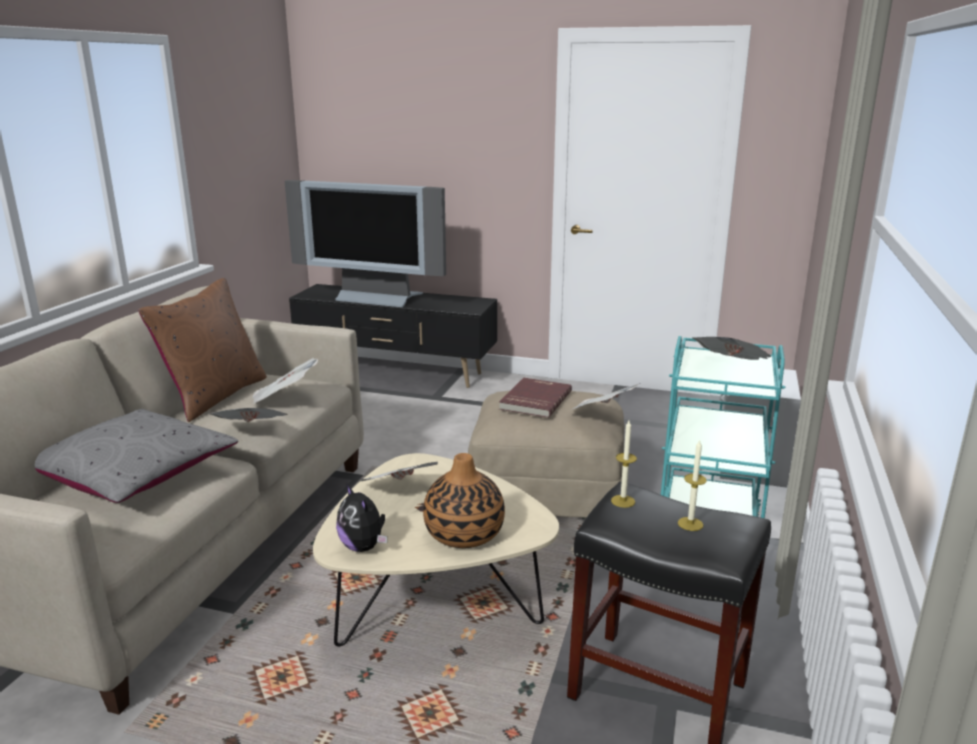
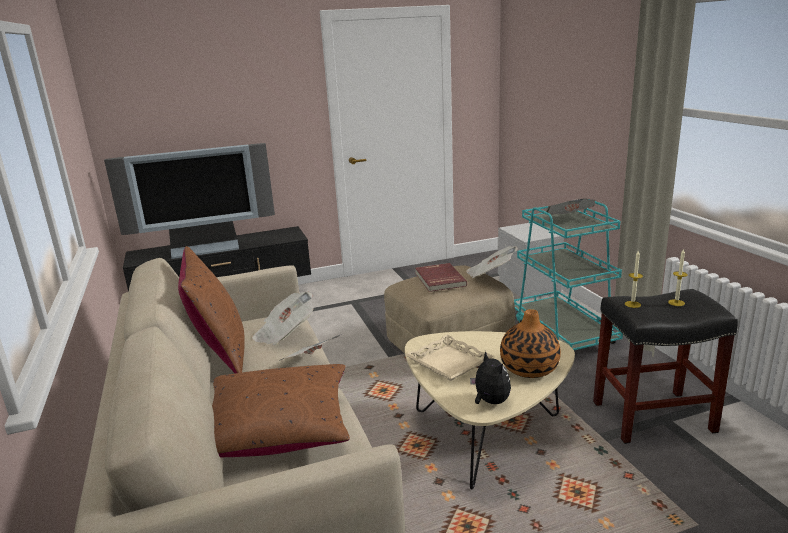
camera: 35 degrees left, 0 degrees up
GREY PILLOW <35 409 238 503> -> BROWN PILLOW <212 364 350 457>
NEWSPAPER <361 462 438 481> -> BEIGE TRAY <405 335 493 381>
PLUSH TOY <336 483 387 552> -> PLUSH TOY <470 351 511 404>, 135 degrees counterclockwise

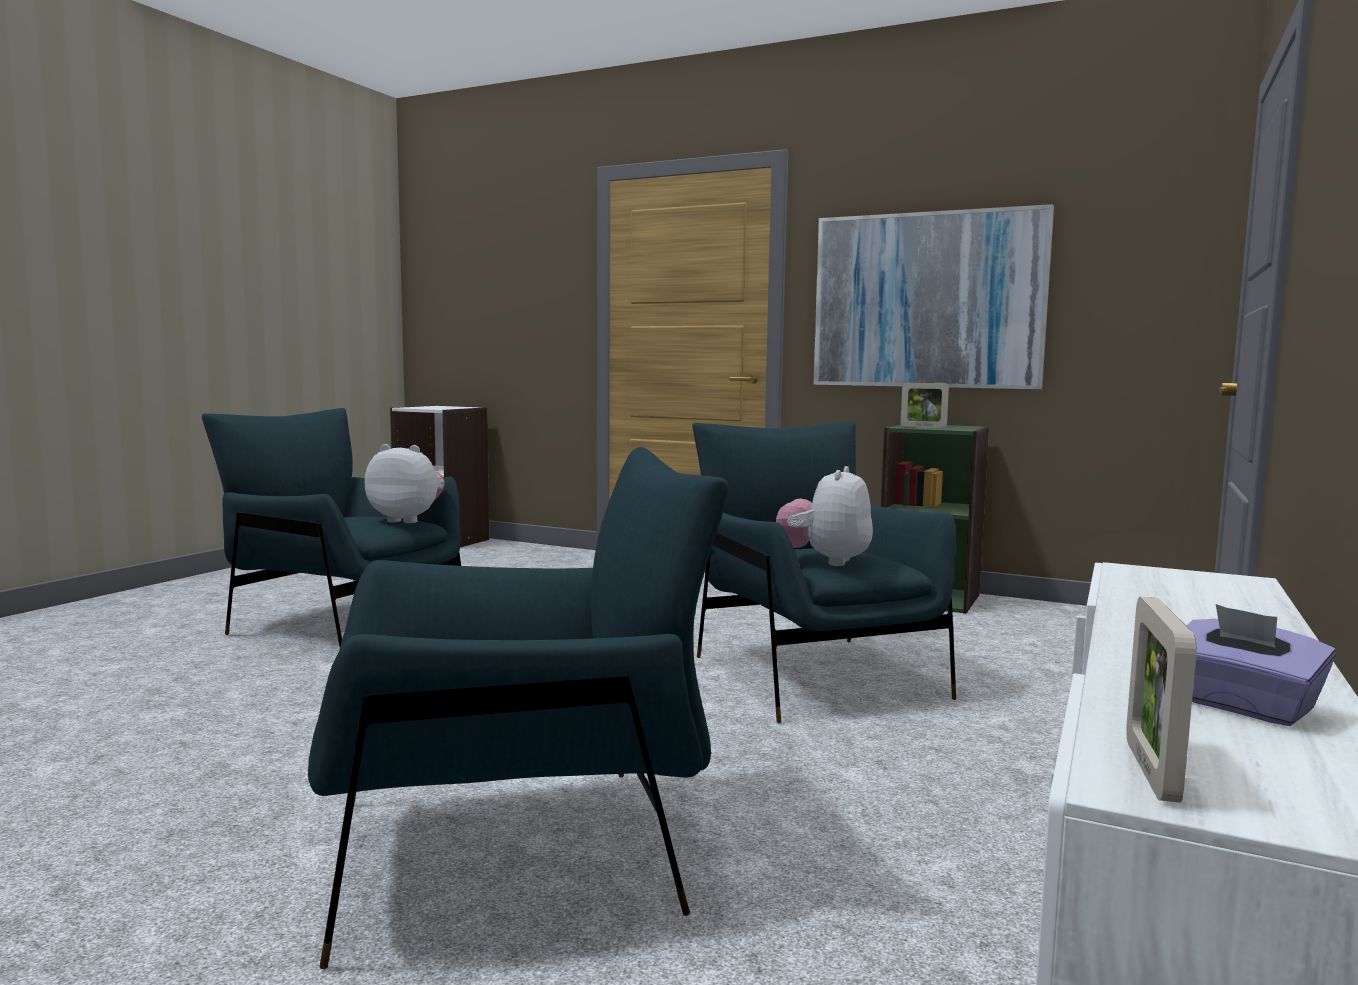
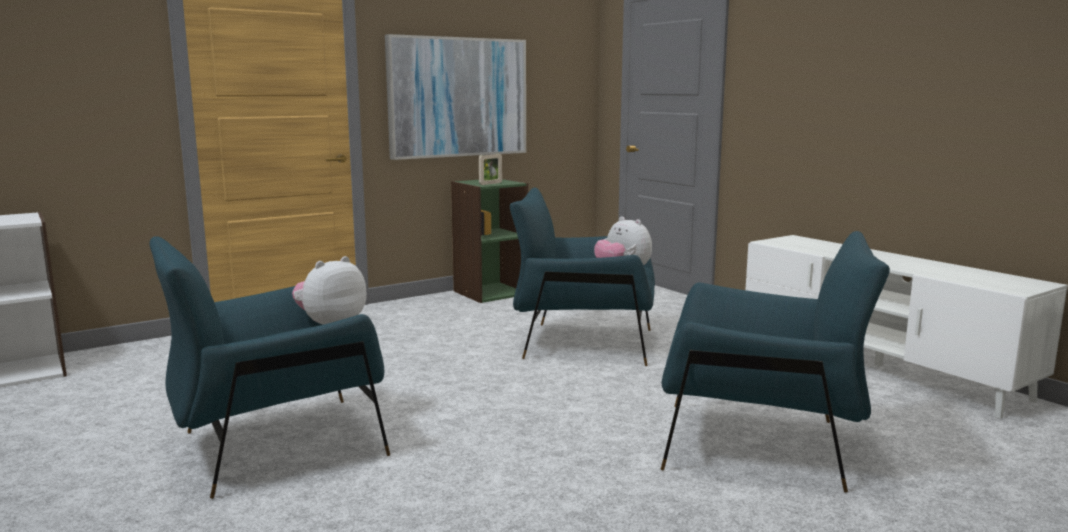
camera: 60 degrees left, 5 degrees up
BLUE ARMCHAIR <308 447 729 969> -> BLUE ARMCHAIR <661 231 890 493>, 90 degrees clockwise
PICTURE FRAME <1126 597 1197 803> -> none
PURPLE TISSUE BOX <1187 604 1336 726> -> none

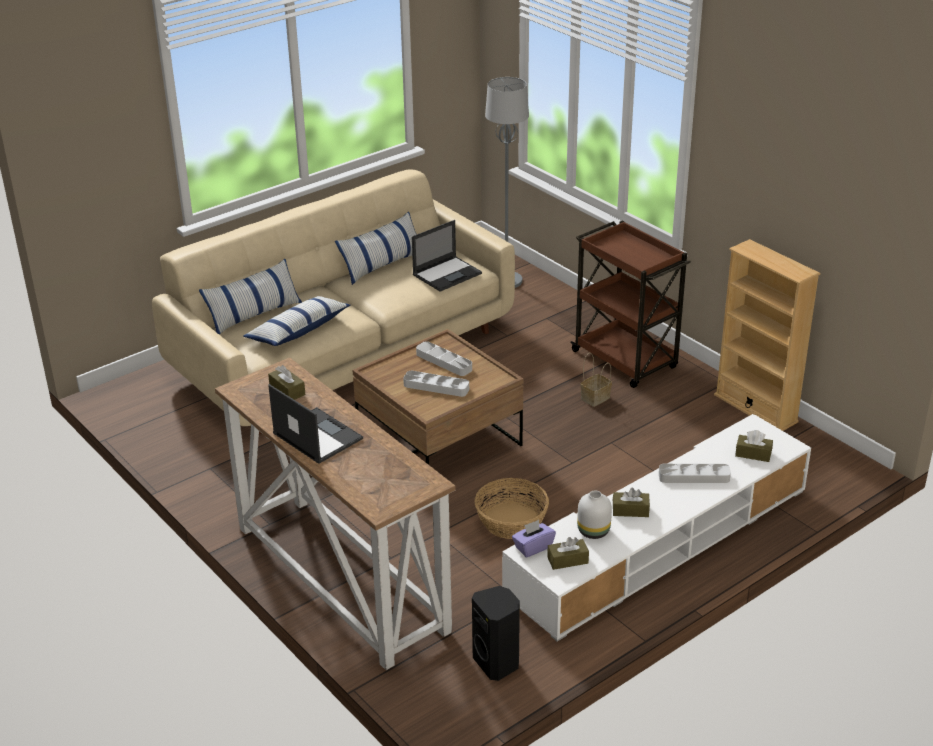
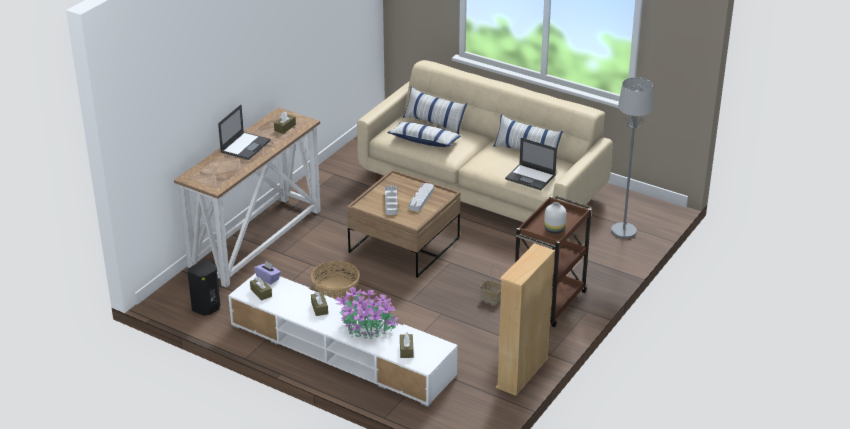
camera: 70 degrees right, 0 degrees up
GREY TRAY <659 464 731 483> -> POTTED PLANT <336 286 398 339>
WHITE VASE <577 490 612 539> -> WHITE VASE <544 202 567 234>, move

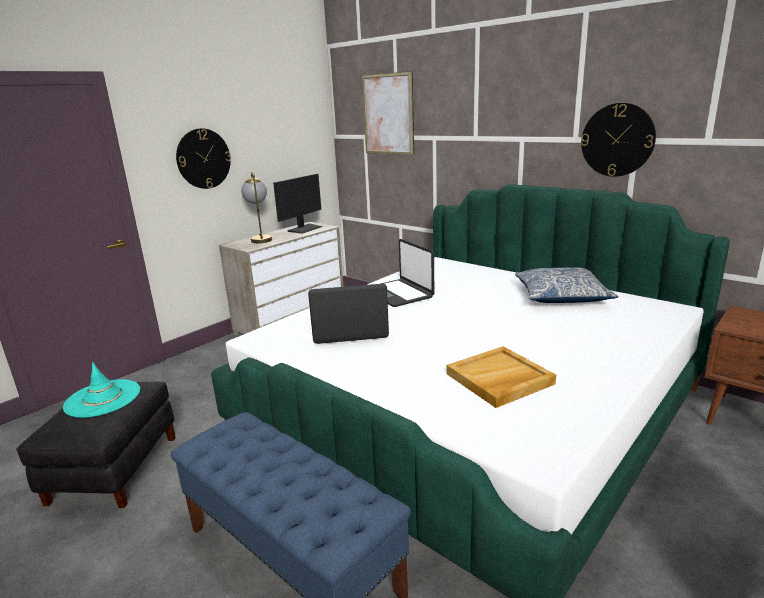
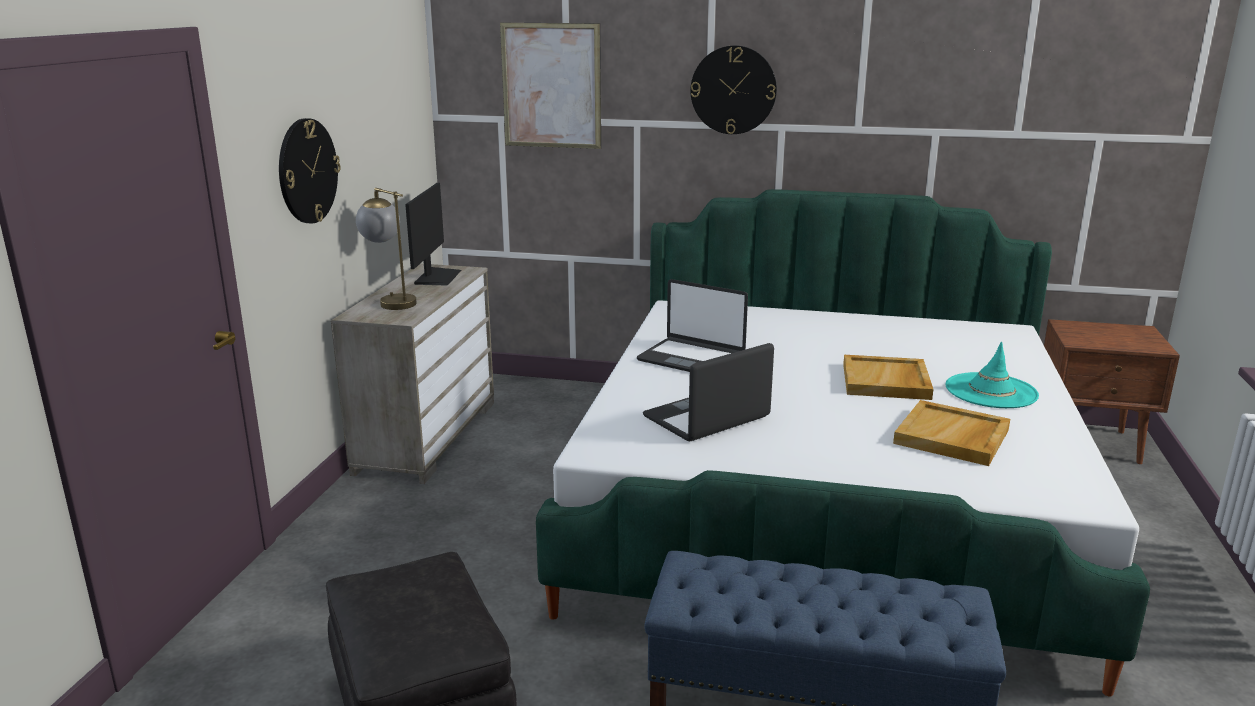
camera: 30 degrees left, 0 degrees up
WALL CLOCK <581 103 656 177> -> WALL CLOCK <691 45 777 134>, move
none -> BEIGE TRAY <843 355 933 400>
TURQUOISE HAT <63 362 140 418> -> TURQUOISE HAT <945 341 1039 408>, move
PILLOW <515 267 618 303> -> none

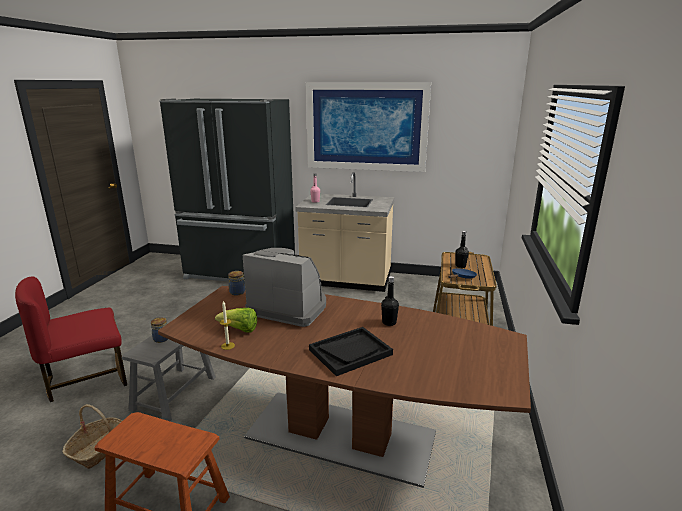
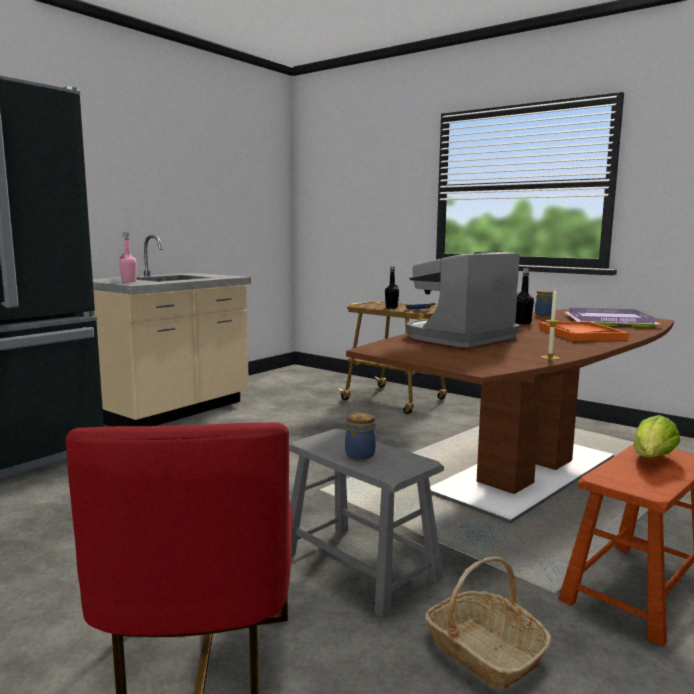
camera: 65 degrees left, 10 degrees down
JAR <228 271 245 295> -> JAR <535 290 553 316>, move
BLACK TRAY <309 327 393 376> -> ORANGE TRAY <539 321 629 341>
none -> PURPLE TRAY <565 308 660 327>
LETTUCE <215 308 257 333> -> LETTUCE <634 415 680 457>, move
PICTURE <306 82 431 172> -> none

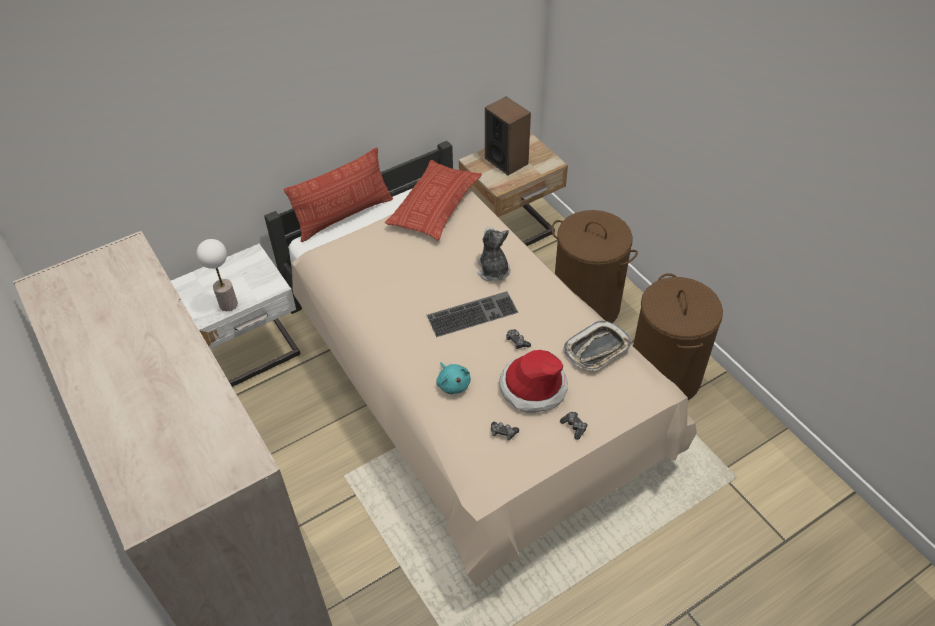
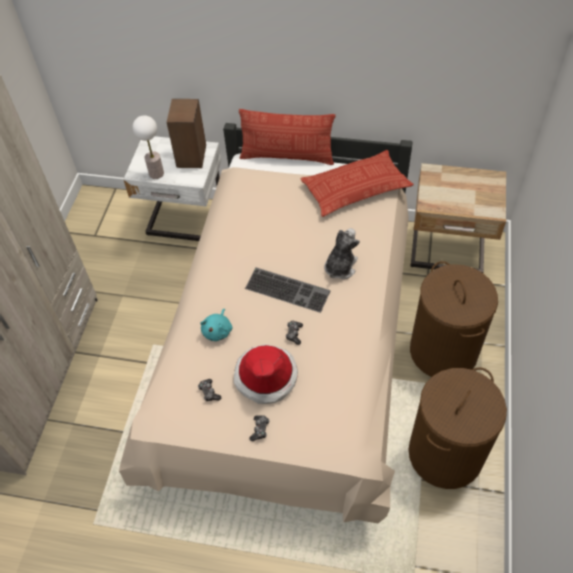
camera: 45 degrees right, 5 degrees up
SPEAKER <485 96 531 175> -> SPEAKER <167 99 206 168>, move
TRAY <563 320 632 371> -> none

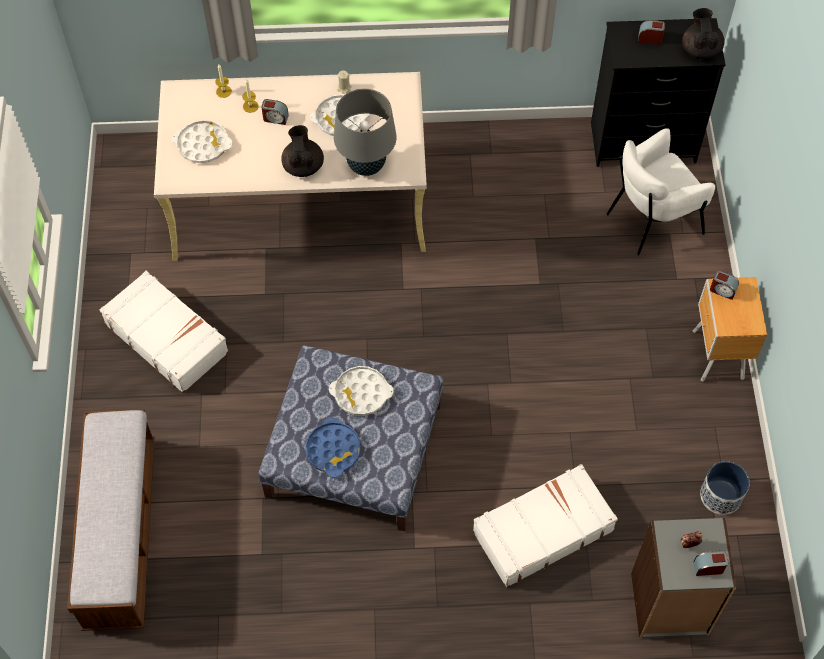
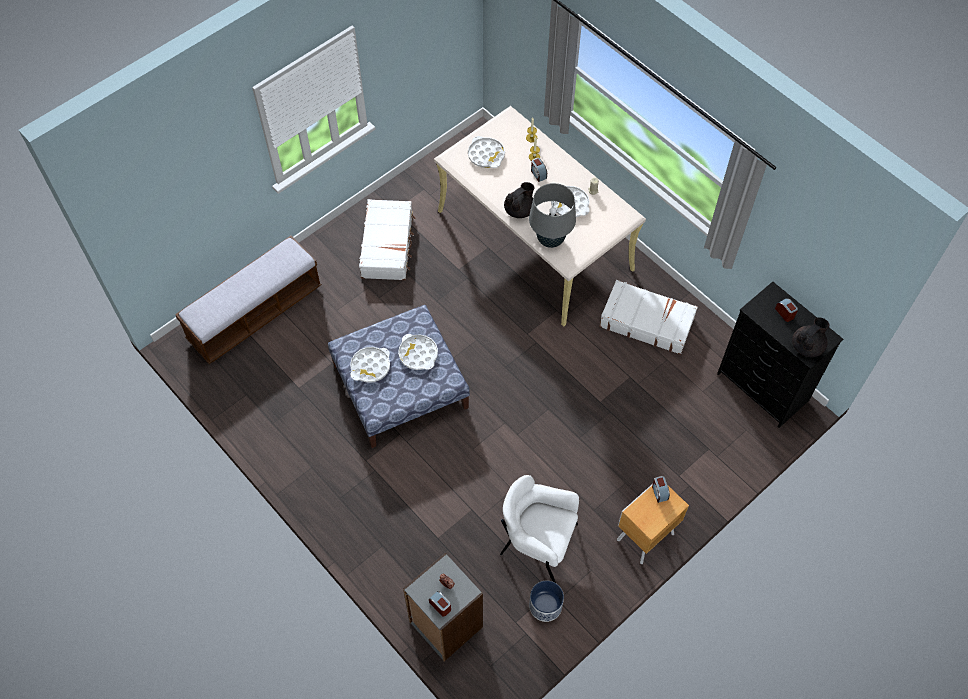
camera: 50 degrees right, 0 degrees up
BLUE TRAY <306 417 361 478> -> WHITE TRAY <350 347 390 383>
WHITE ARMCHAIR <606 128 715 255> -> WHITE ARMCHAIR <500 475 579 583>, move
WHITE SUITCASE <473 464 618 588> -> WHITE SUITCASE <600 280 698 355>, move

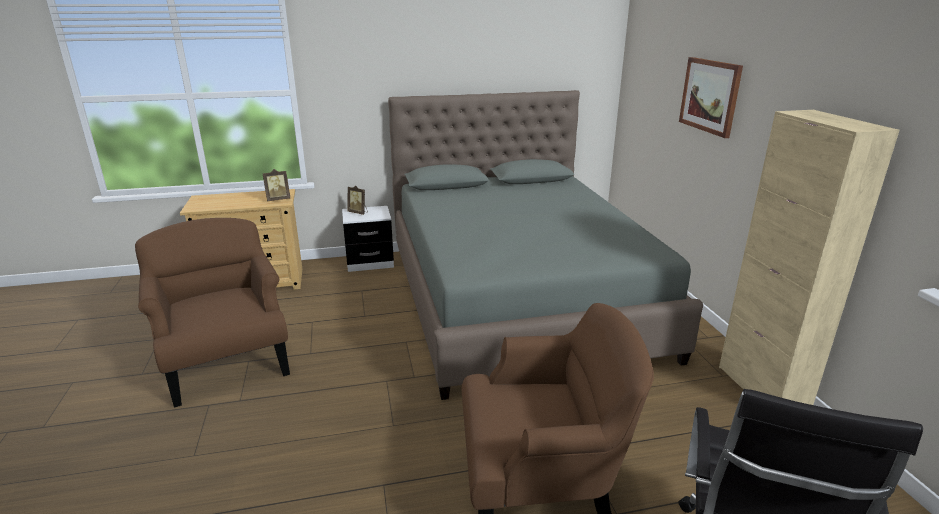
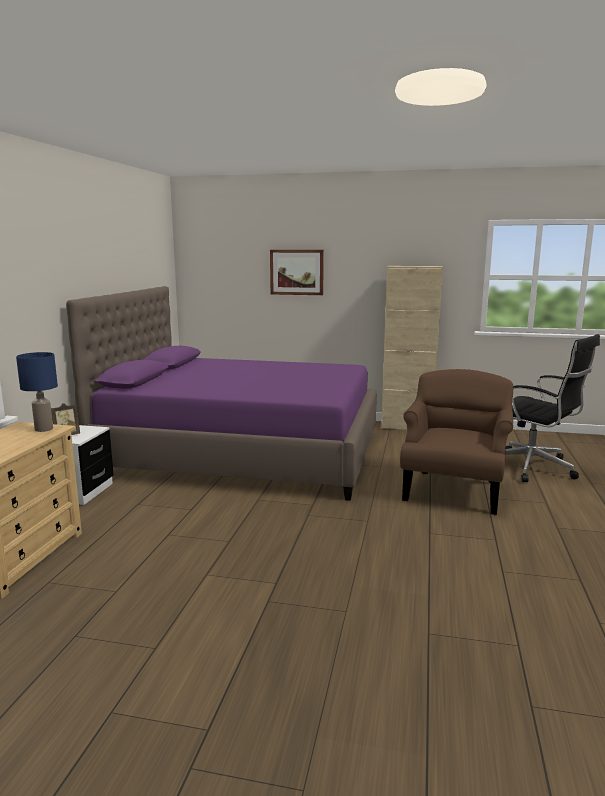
camera: 65 degrees left, 10 degrees down
PICTURE FRAME <263 169 290 201> -> BLUE TABLE LAMP <16 352 58 432>
GREY BED <388 90 703 400> -> PURPLE BED <66 286 377 501>
BROWN ARMCHAIR <135 218 290 408> -> none

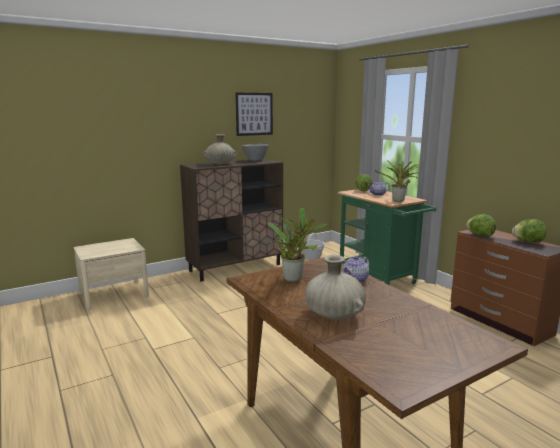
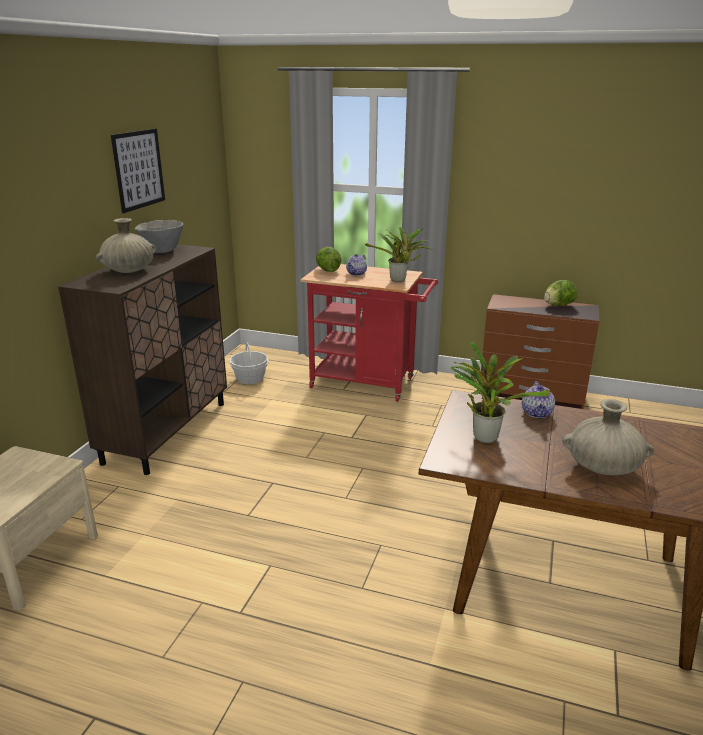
camera: 40 degrees left, 10 degrees up
GREEN CART <338 189 436 285> -> RED CART <300 264 438 401>
LETTUCE <466 214 496 237> -> none

